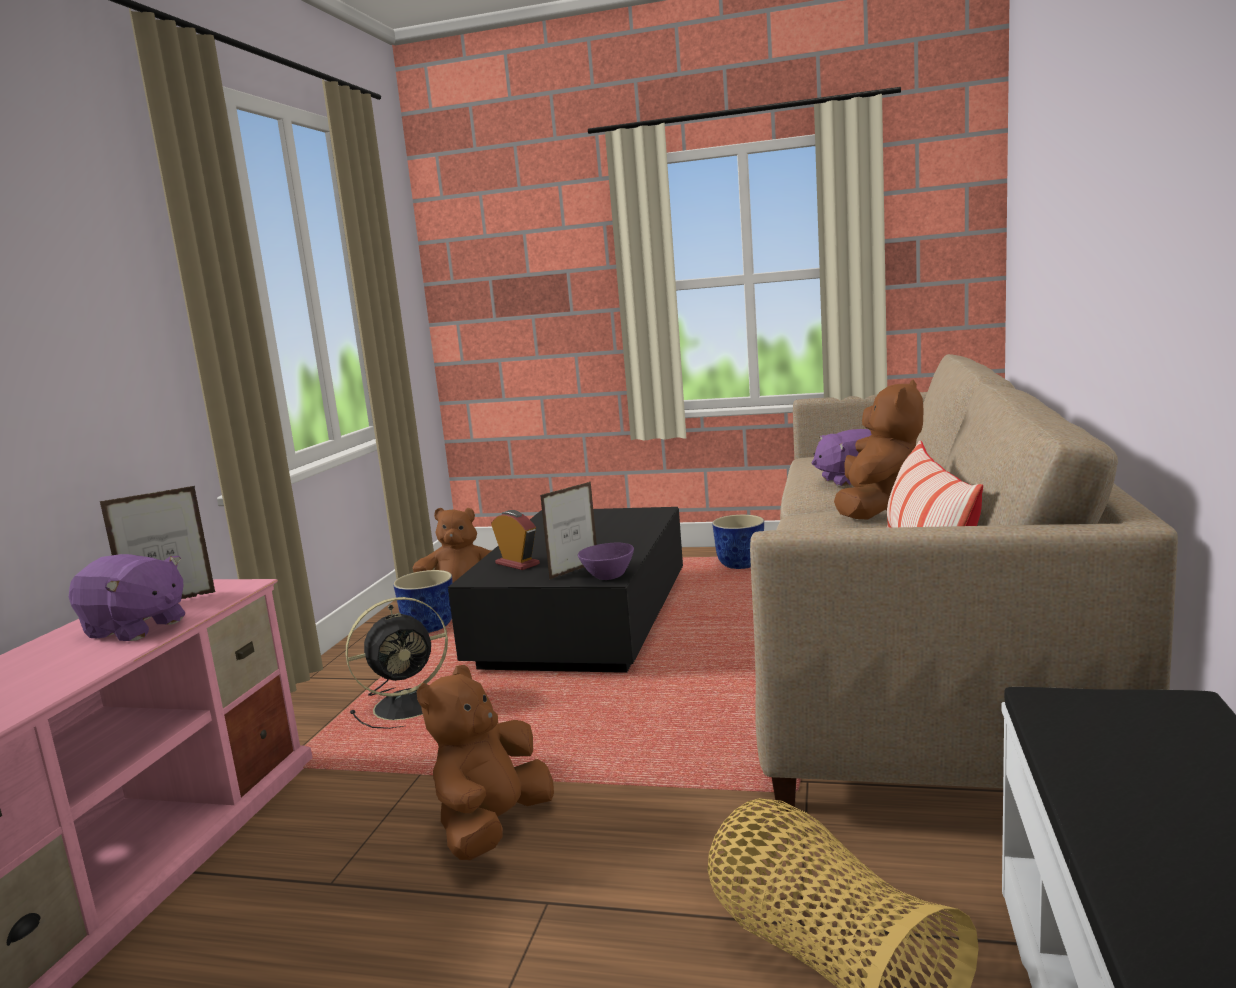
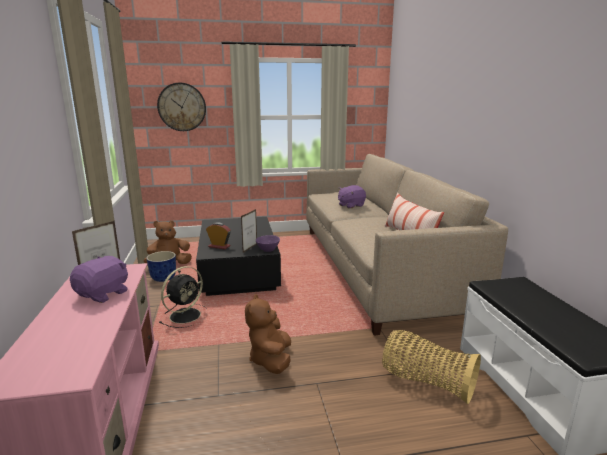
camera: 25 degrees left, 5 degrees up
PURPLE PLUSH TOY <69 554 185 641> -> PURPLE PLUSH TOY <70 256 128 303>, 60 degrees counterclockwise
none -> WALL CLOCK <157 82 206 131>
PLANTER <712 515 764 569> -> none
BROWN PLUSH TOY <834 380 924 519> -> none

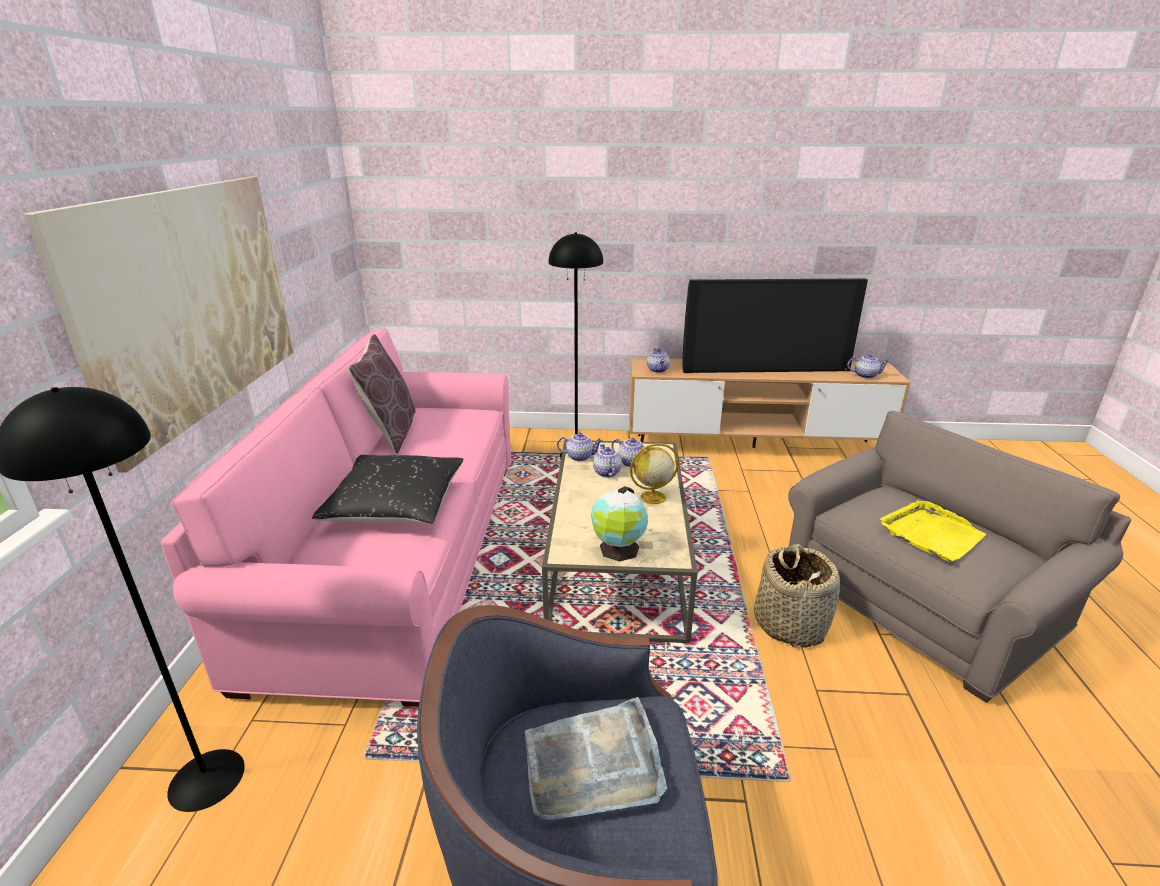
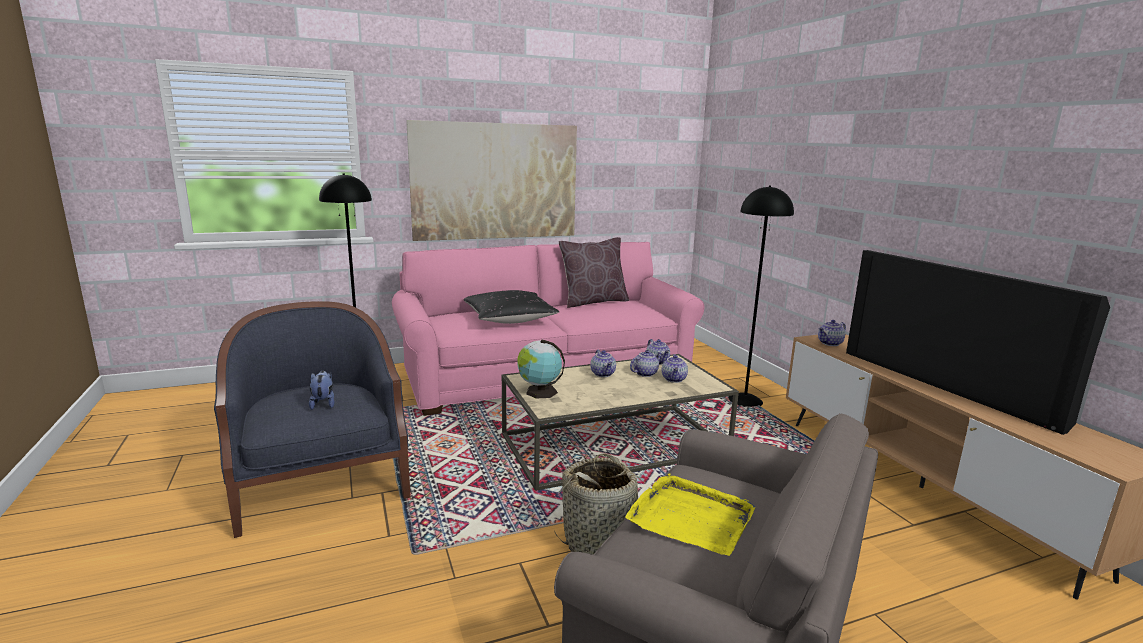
camera: 65 degrees right, 10 degrees down
GREY TRAY <525 697 667 820> -> PLUSH TOY <309 371 335 410>
TEAPOT <847 354 889 379> -> TEAPOT <590 350 616 377>, move
GLOBE <630 443 679 504> -> none

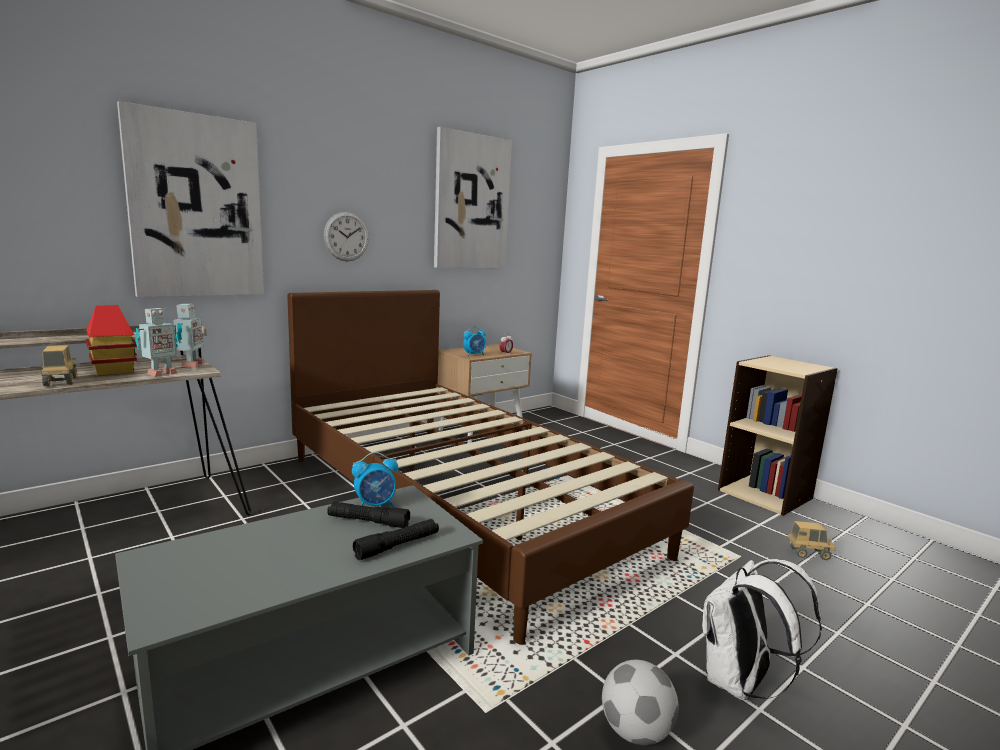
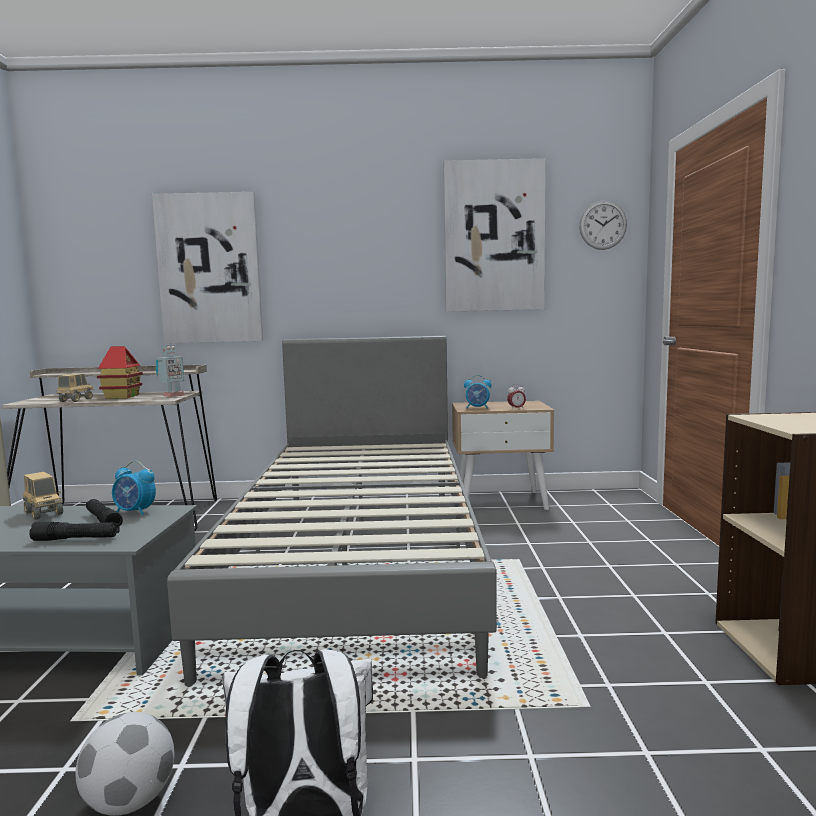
camera: 40 degrees right, 5 degrees down
TOY TRUCK <787 521 836 560> -> TOY TRUCK <23 472 63 520>, move
BROWN BED <287 290 694 645> -> GREY BED <167 336 497 686>
WALL CLOCK <324 212 369 261> -> WALL CLOCK <579 201 627 250>, move
TOY ROBOT <135 308 178 377> -> none

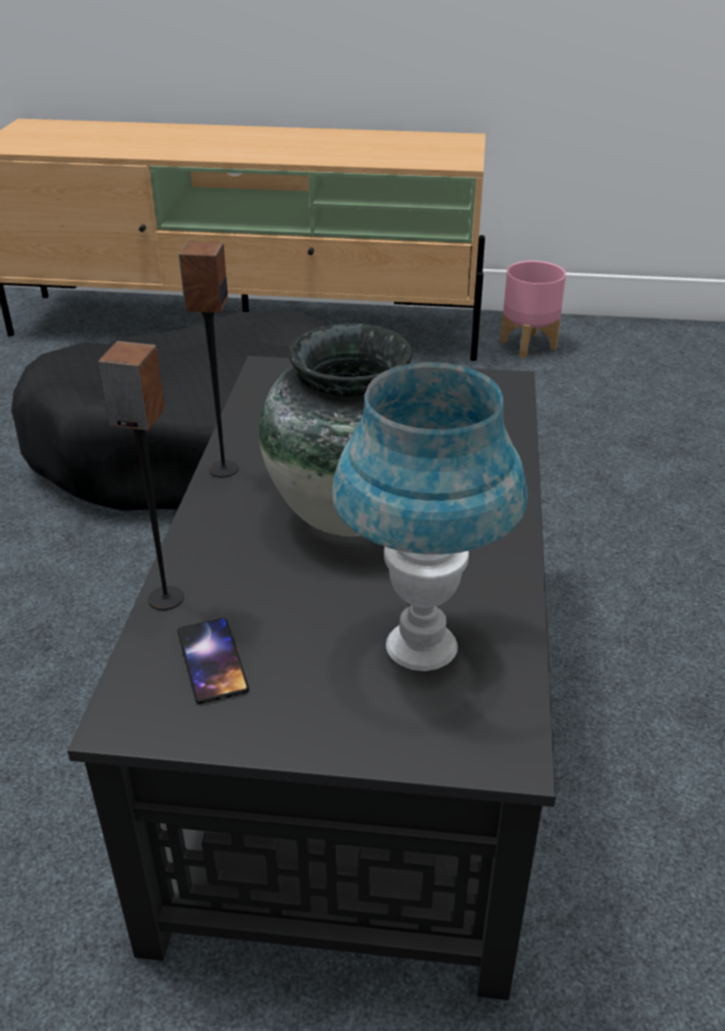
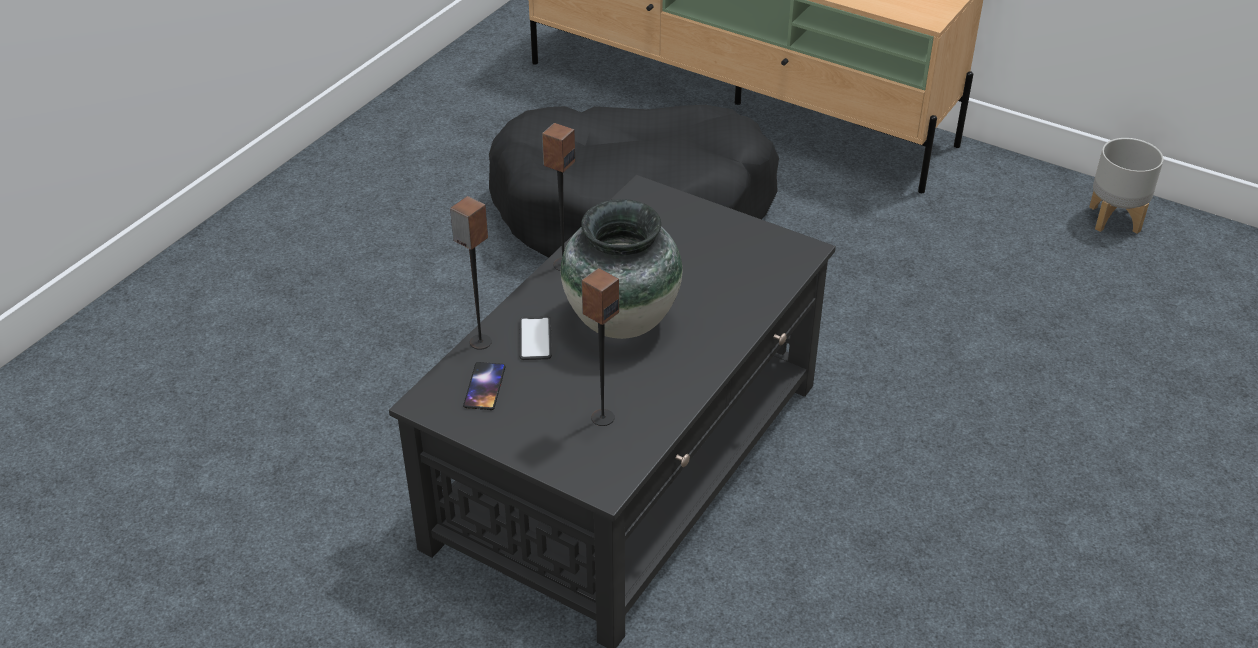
camera: 25 degrees right, 5 degrees up
none -> PHONE <519 316 552 360>
BLUE TABLE LAMP <332 362 527 671> -> SPEAKER <581 268 619 426>
none -> GREY PLANTER <1089 138 1164 234>
PINK PLANTER <500 261 566 357> -> none

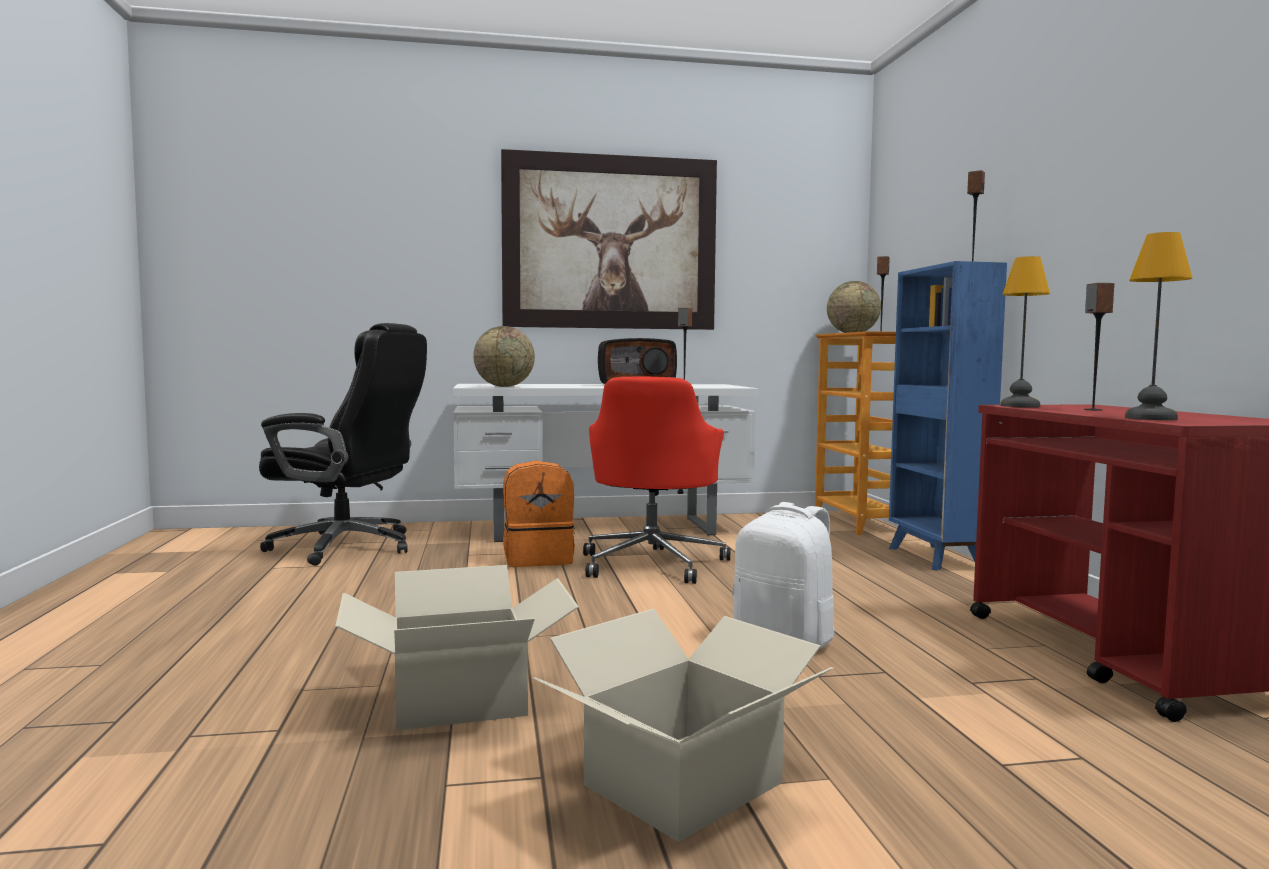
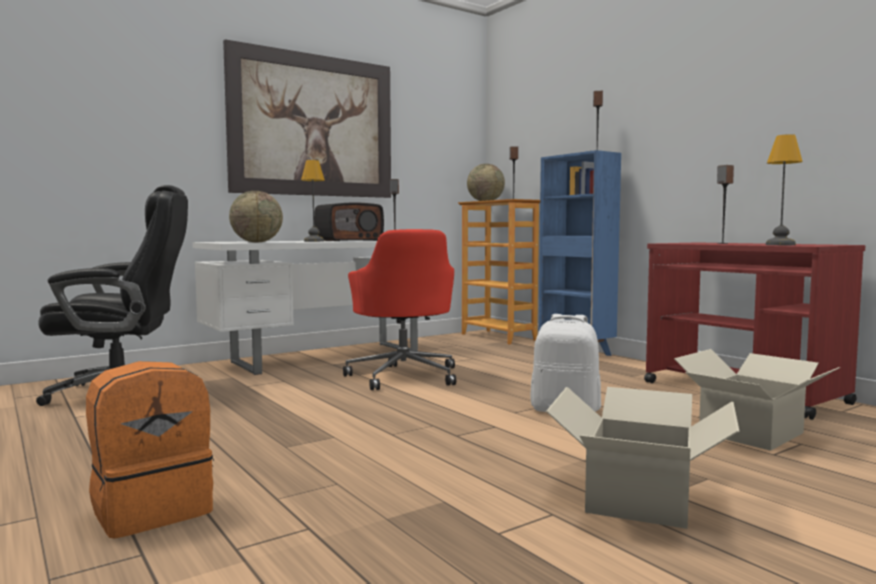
camera: 25 degrees left, 0 degrees up
ORANGE BACKPACK <503 461 575 567> -> ORANGE BACKPACK <86 361 214 538>, move
TABLE LAMP <1000 256 1050 407> -> TABLE LAMP <301 160 325 242>, move
CARDBOARD BOX <335 565 579 731> -> CARDBOARD BOX <674 349 841 451>, move

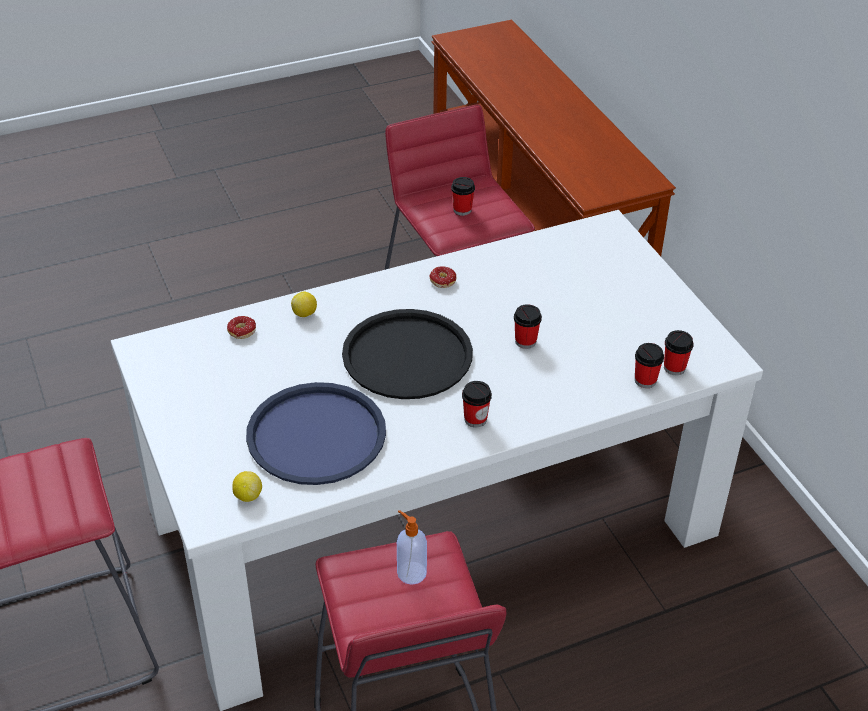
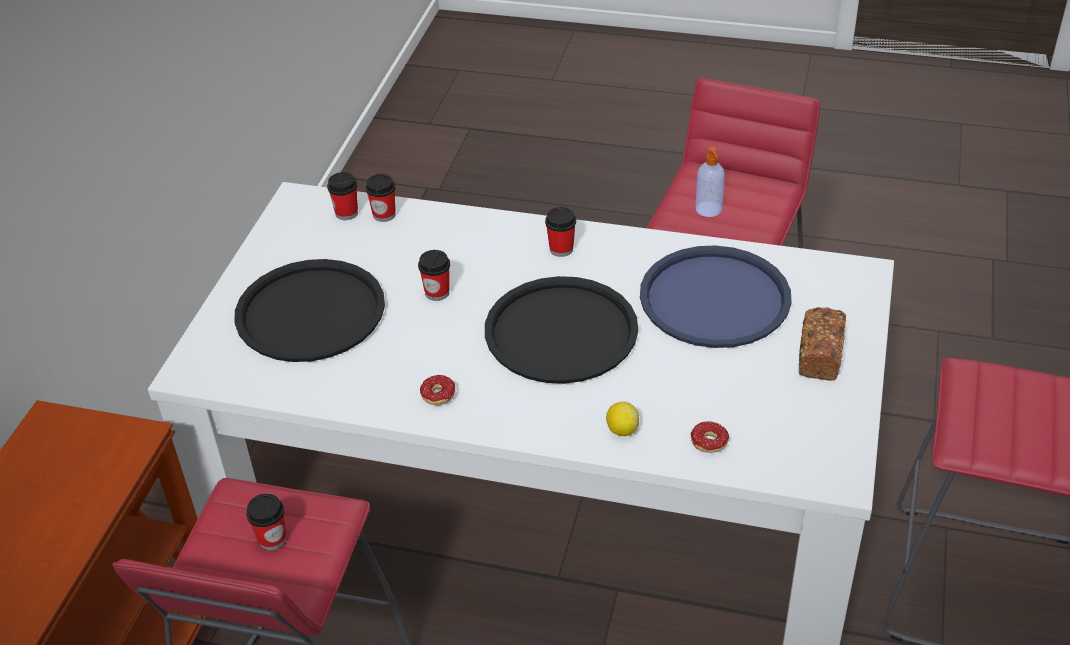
camera: 140 degrees left, 0 degrees up
none -> BLACK TRAY <234 259 385 362>
none -> BREAD <798 307 846 381>
LEMON <232 471 262 502> -> none

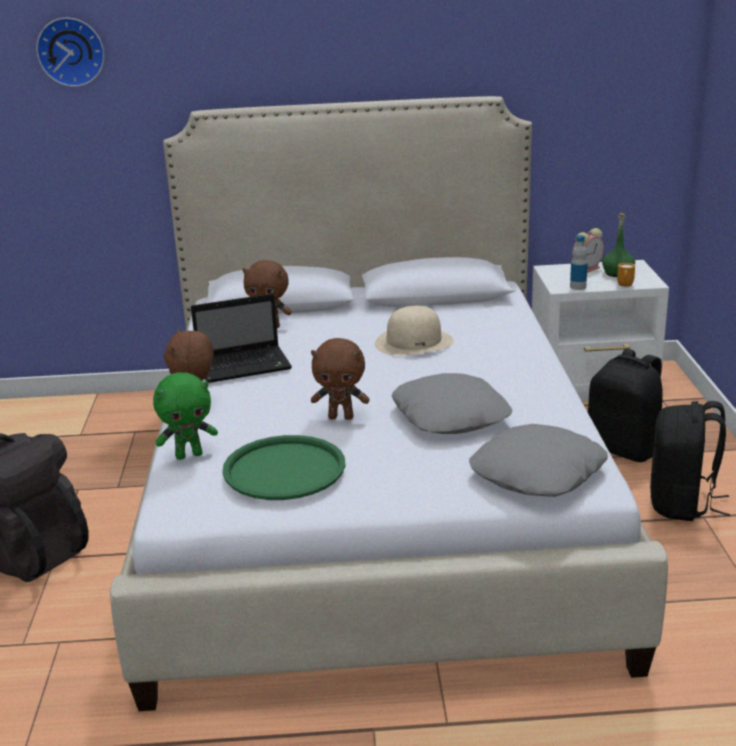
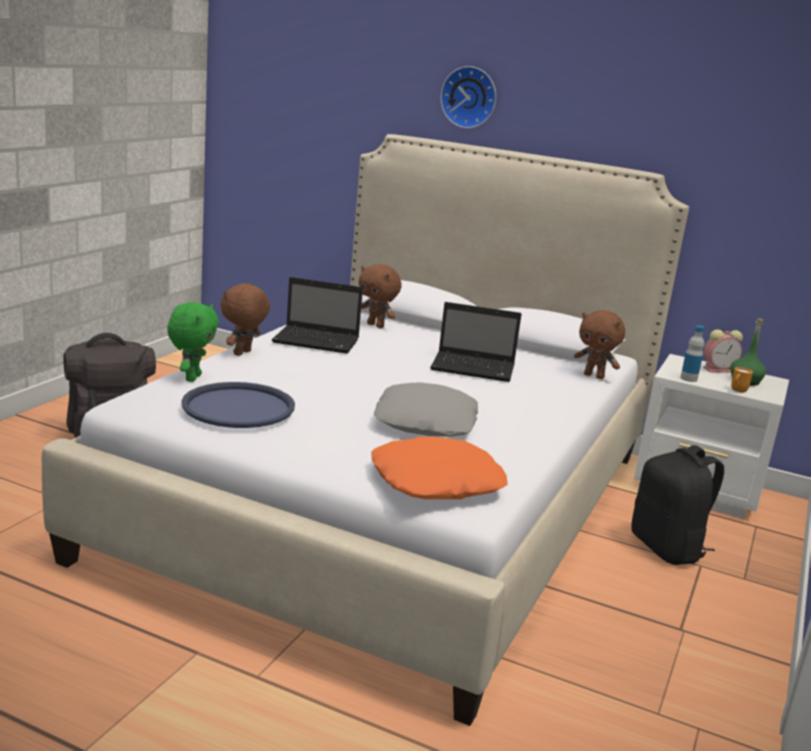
camera: 25 degrees right, 5 degrees down
GREEN PLUSH TOY <153 372 218 460> -> GREEN PLUSH TOY <167 302 219 382>, 90 degrees counterclockwise
GREEN TRAY <222 435 345 500> -> BLUE TRAY <181 382 295 428>
GREY PILLOW <469 424 608 497> -> ORANGE PILLOW <371 437 508 499>
BEIGE HAT <375 306 453 355> -> LAPTOP <430 302 521 382>
WALL CLOCK <36 17 104 87> -> WALL CLOCK <440 66 496 129>, move
BROWN PLUSH TOY <311 338 369 420> -> BROWN PLUSH TOY <574 310 625 379>, move
BLACK BACKPACK <650 401 730 521> -> none

